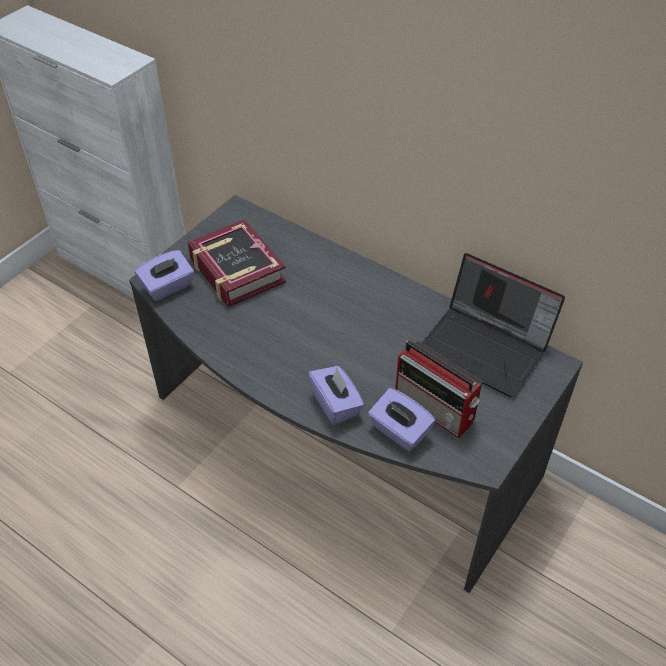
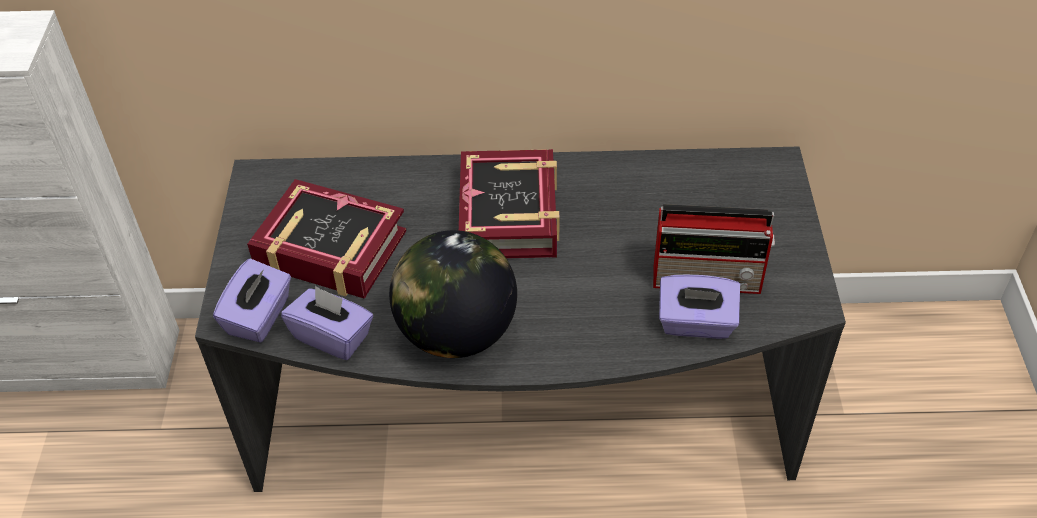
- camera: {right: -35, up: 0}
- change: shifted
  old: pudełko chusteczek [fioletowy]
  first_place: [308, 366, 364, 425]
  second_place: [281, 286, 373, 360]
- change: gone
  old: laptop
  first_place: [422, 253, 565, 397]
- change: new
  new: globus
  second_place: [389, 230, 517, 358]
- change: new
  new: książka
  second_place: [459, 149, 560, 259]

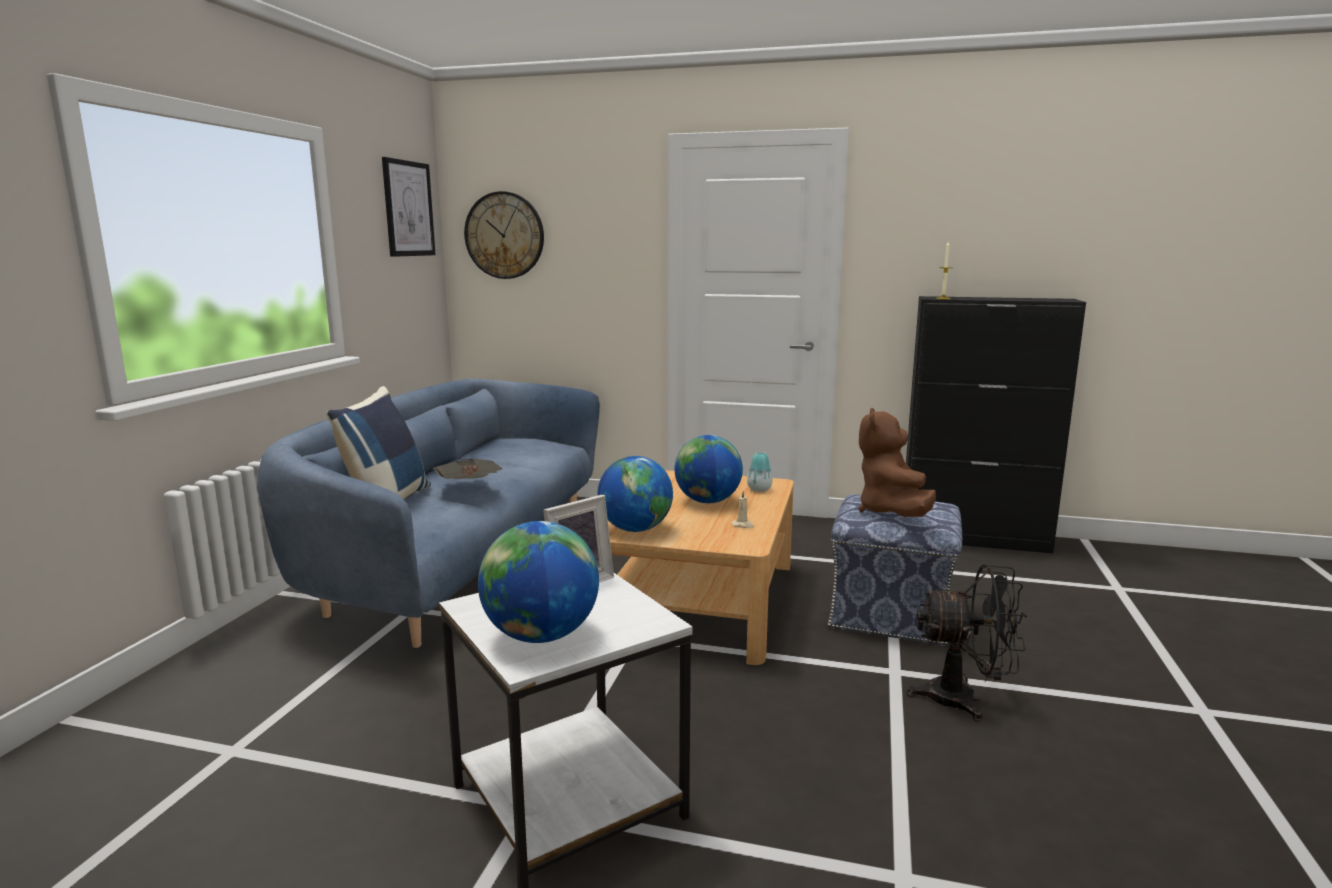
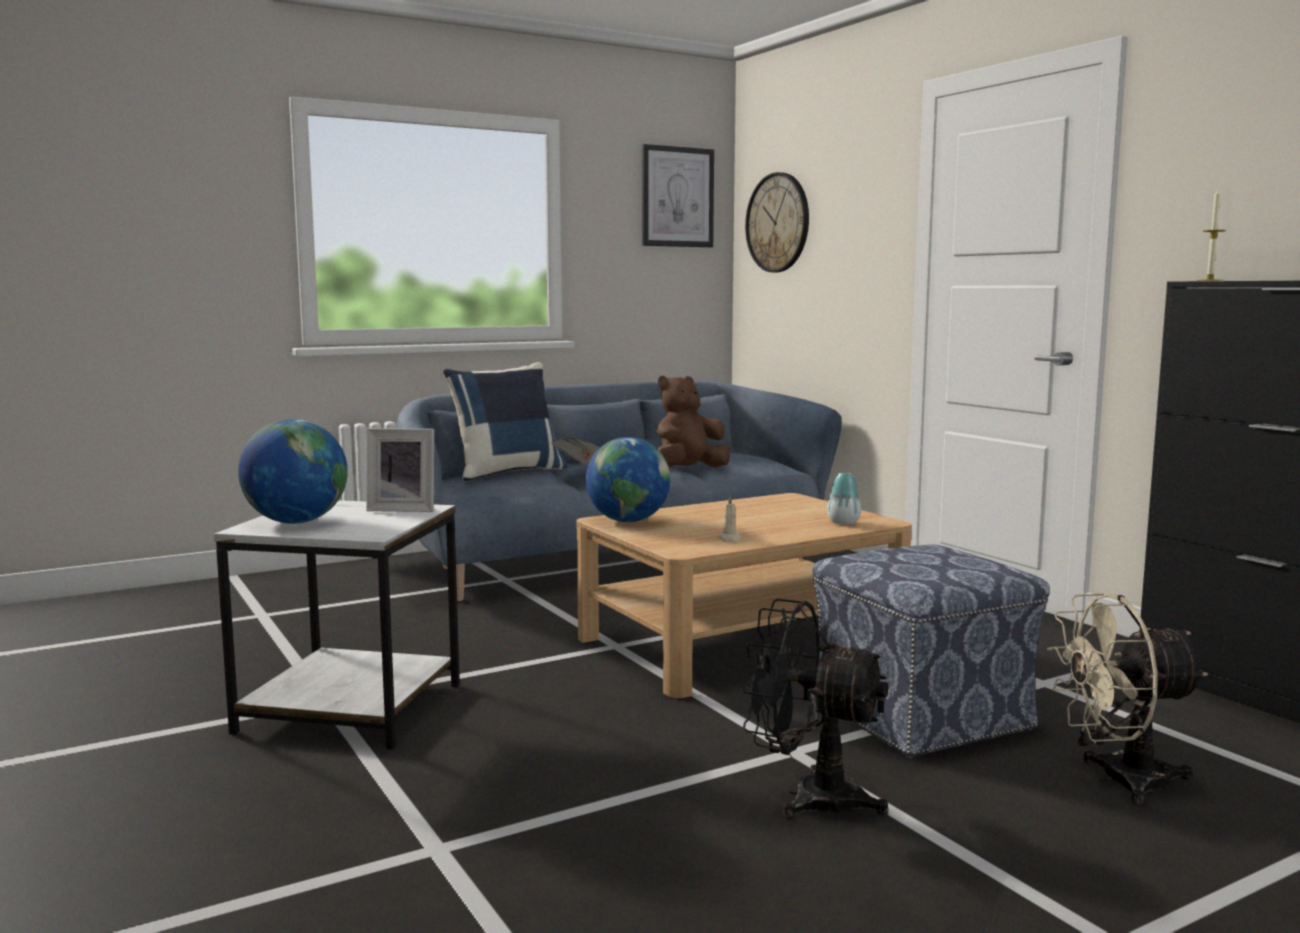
- camera: {right: 45, up: -5}
- change: gone
  old: globus
  first_place: [675, 435, 743, 503]
- change: shifted
  old: pluszak [brązowy]
  first_place: [859, 408, 936, 517]
  second_place: [657, 375, 730, 467]
- change: rotated
  old: wentylator [czarny]
  first_place: [906, 564, 1027, 722]
  second_place: [740, 599, 888, 819]
  degrees: 150
- change: new
  new: wentylator [beżowy]
  second_place: [1047, 592, 1208, 805]

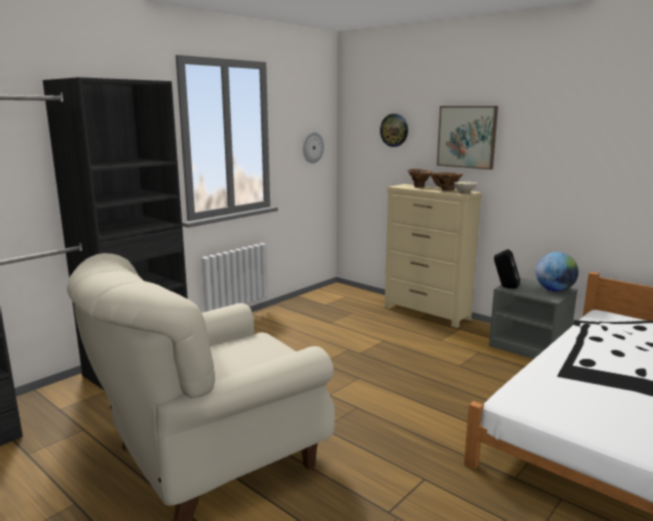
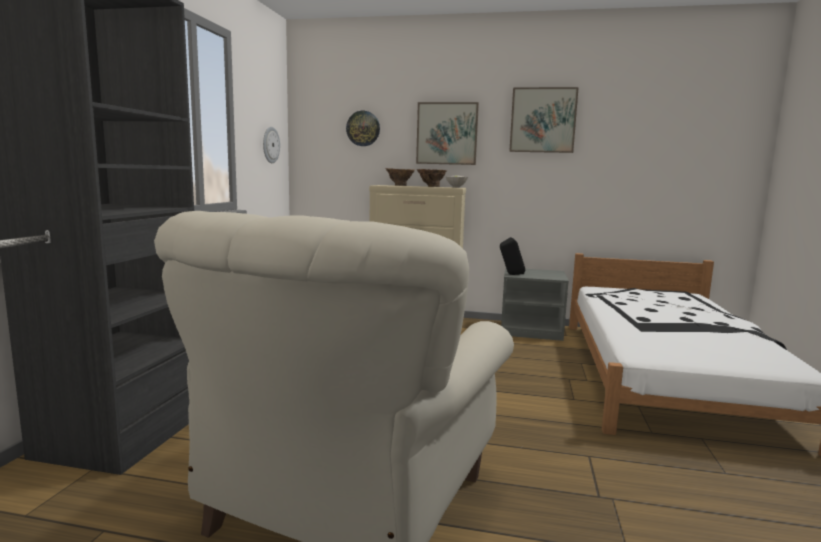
- camera: {right: -30, up: -5}
- change: gone
  old: globus
  first_place: [536, 252, 579, 292]
- change: new
  new: obraz
  second_place: [509, 87, 579, 153]

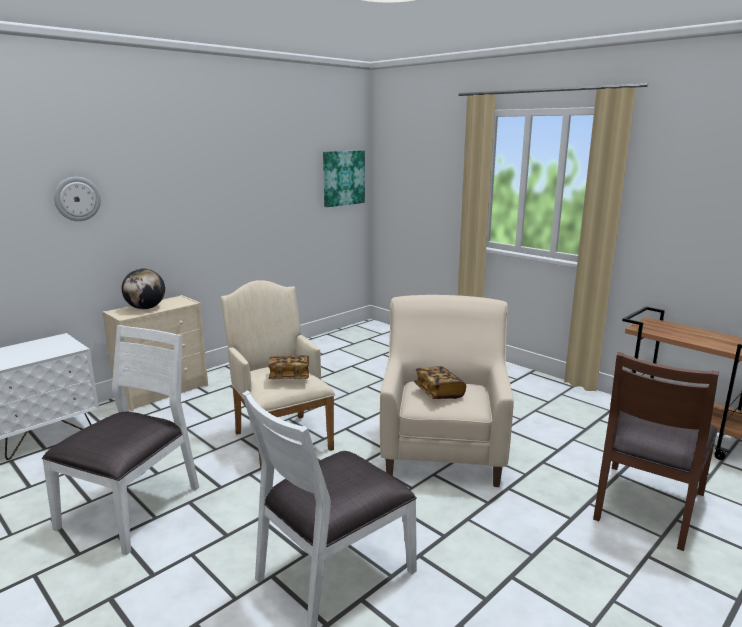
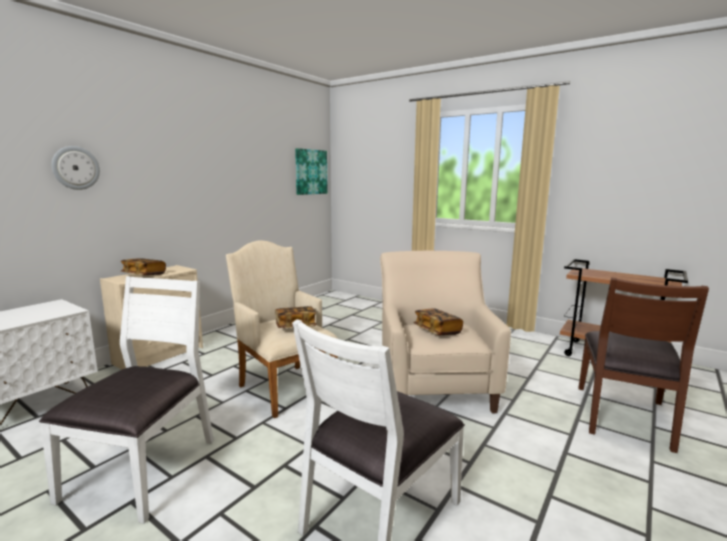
- camera: {right: -10, up: -5}
- change: swapped
  old: globus
  new: książka
  first_place: [122, 268, 165, 309]
  second_place: [121, 258, 166, 275]

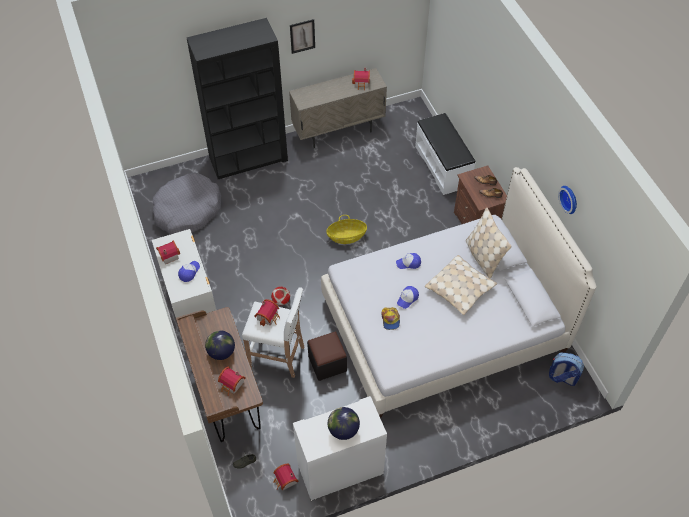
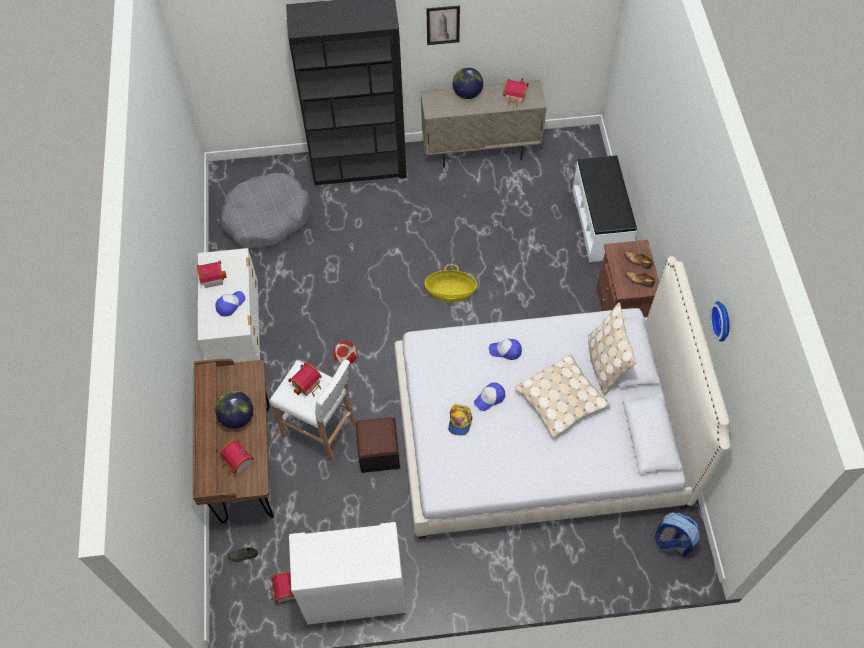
- camera: {right: 15, up: 5}
- change: shifted
  old: globus
  first_place: [328, 407, 360, 440]
  second_place: [453, 68, 483, 99]

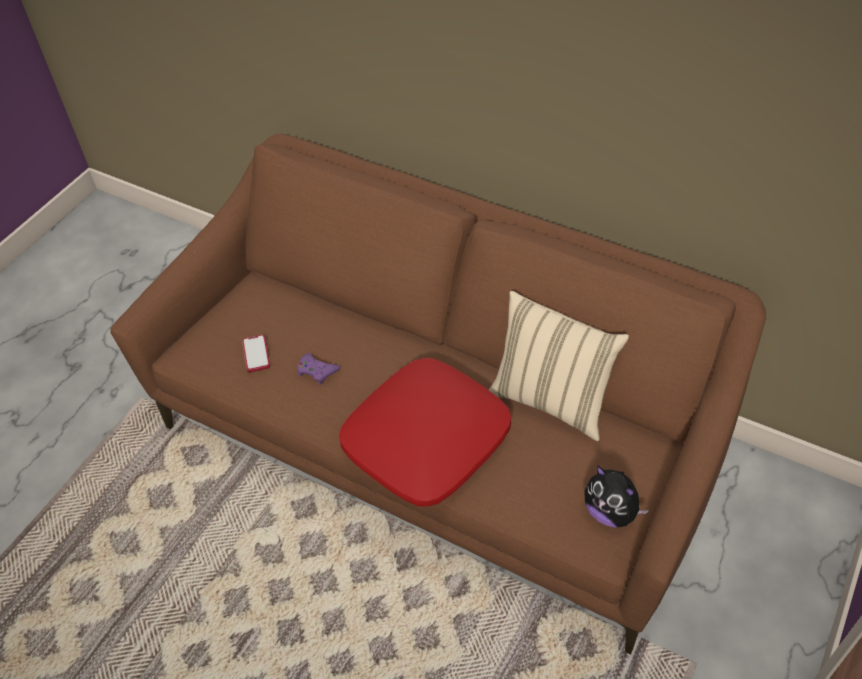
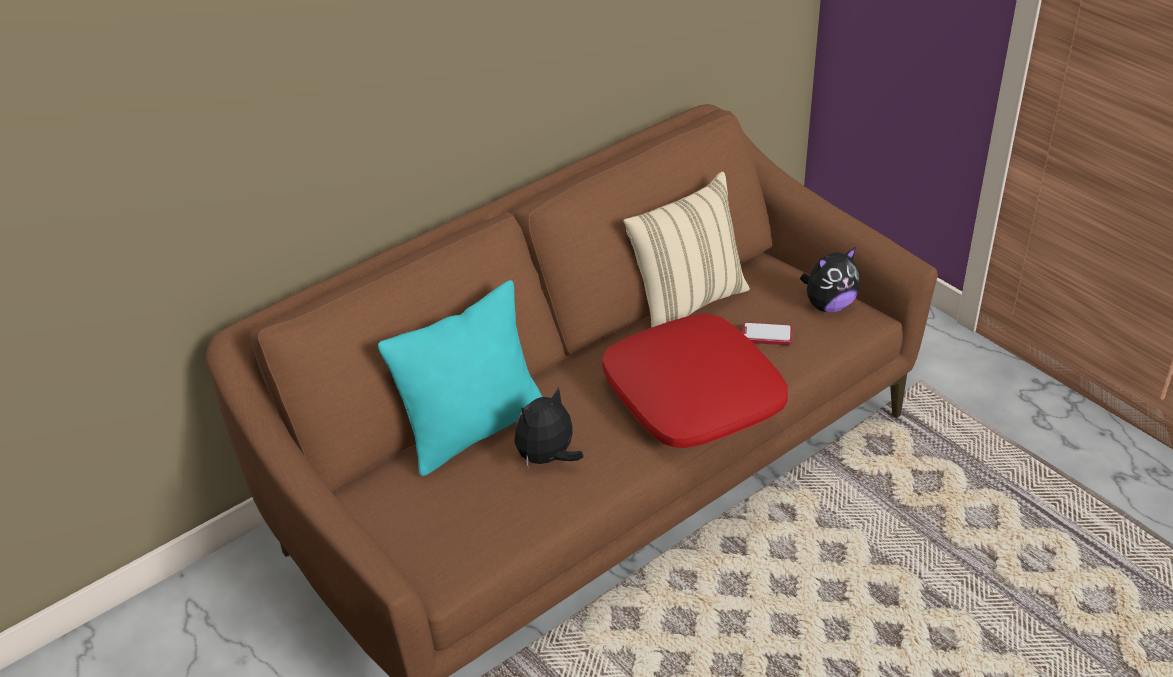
- camera: {right: -70, up: -10}
- change: shifted
  old: telefon
  first_place: [242, 335, 270, 372]
  second_place: [742, 322, 792, 345]
- change: swapped
  old: pad do gier [fioletowy]
  new: pluszak
  first_place: [297, 353, 340, 385]
  second_place: [515, 386, 583, 469]
- change: new
  new: poduszka [turkusowy]
  second_place: [378, 280, 542, 476]

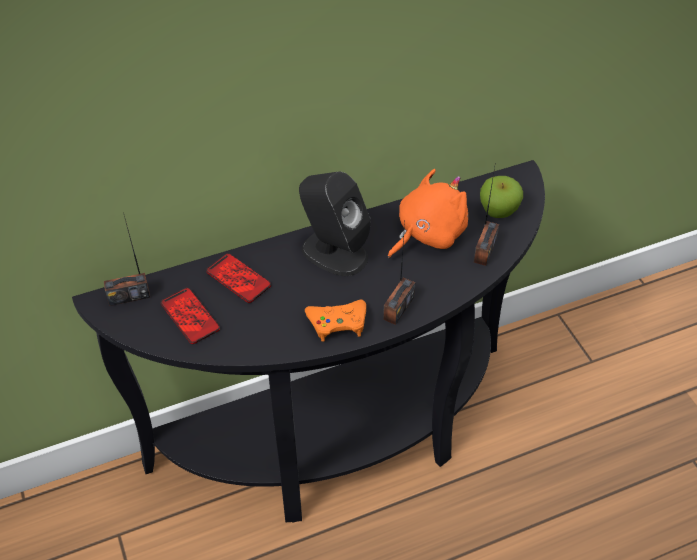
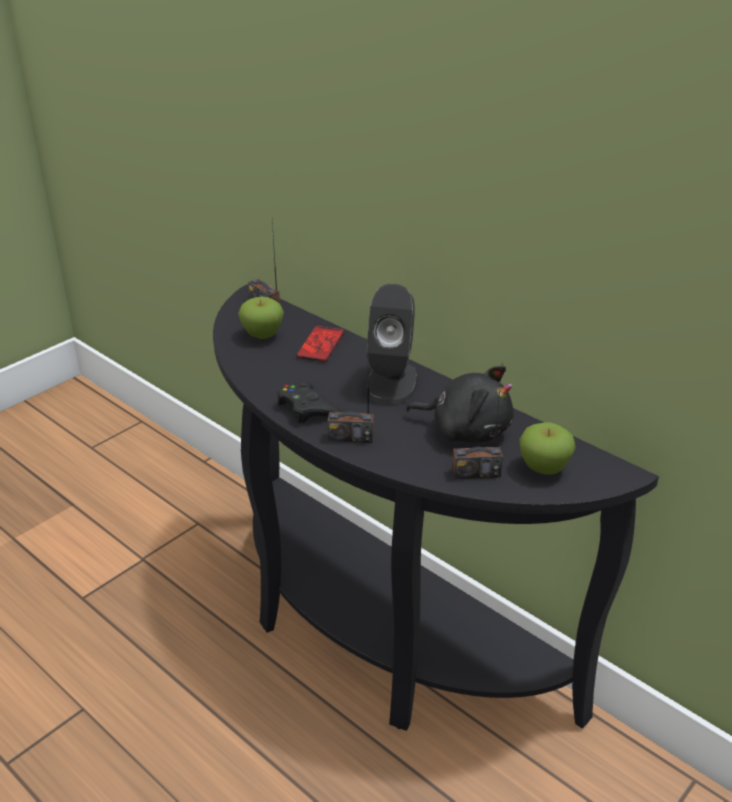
- camera: {right: 65, up: -15}
- change: swapped
  old: telefon
  new: jabłko
  first_place: [161, 288, 220, 344]
  second_place: [238, 297, 284, 339]
- change: repainted
  old: pad do gier [pomarańczowy]
  new: pad do gier [czarny]
  first_place: [305, 300, 366, 342]
  second_place: [277, 381, 343, 423]
- change: repainted
  old: pluszak [pomarańczowy]
  new: pluszak [czarny]
  first_place: [388, 169, 468, 258]
  second_place: [406, 366, 514, 443]

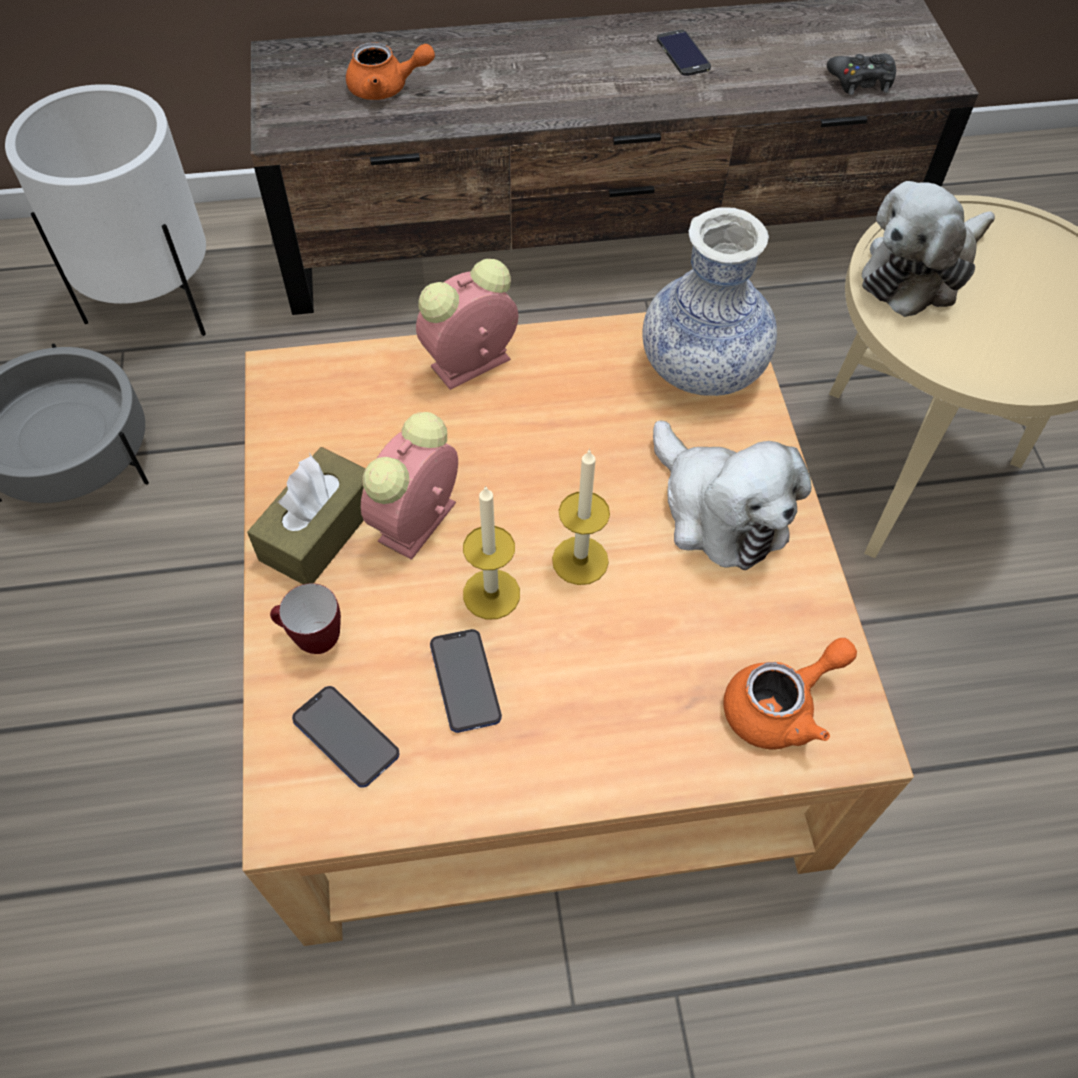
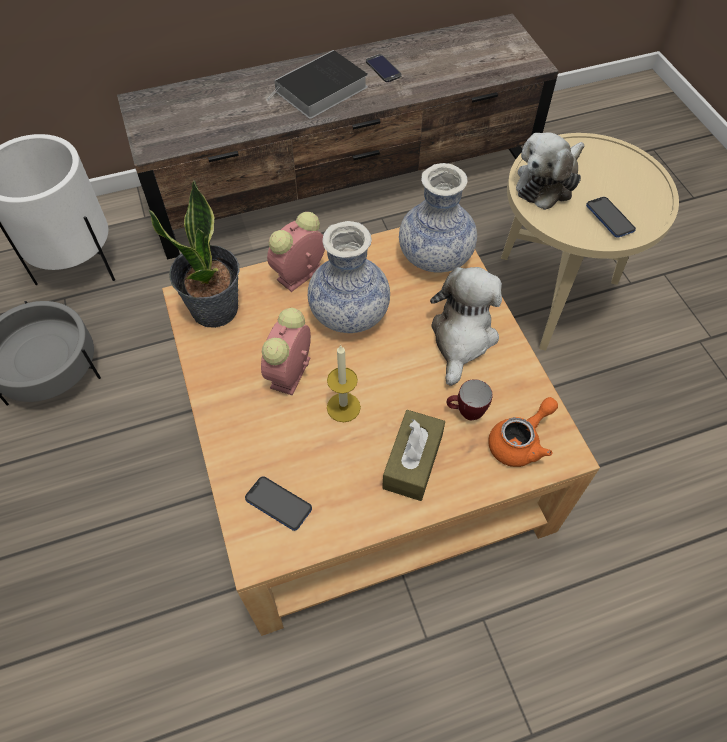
- camera: {right: -10, up: 0}
- change: shifted
  old: pudełko chusteczek [brązowy]
  first_place: [247, 447, 365, 584]
  second_place: [382, 410, 445, 501]
- change: shifted
  old: kubek
  first_place: [270, 583, 341, 654]
  second_place: [447, 379, 493, 420]
- change: gone
  old: imbryk [pomarańczowy]
  first_place: [346, 42, 435, 100]
- change: shifted
  old: telefon
  first_place: [430, 629, 502, 733]
  second_place: [586, 197, 636, 238]
- change: gone
  old: świeca
  first_place: [552, 448, 610, 585]
- change: rotated
  old: pluszak
  first_place: [653, 421, 811, 570]
  second_place: [430, 267, 502, 386]
  degrees: -120
- change: gone
  old: pad do gier [czarny]
  first_place: [827, 54, 896, 95]
- change: new
  new: roślina doniczkowa
  second_place: [149, 180, 239, 328]
- change: new
  new: książka
  second_place: [266, 50, 368, 119]
- change: new
  new: wazon
  second_place: [308, 221, 390, 333]

